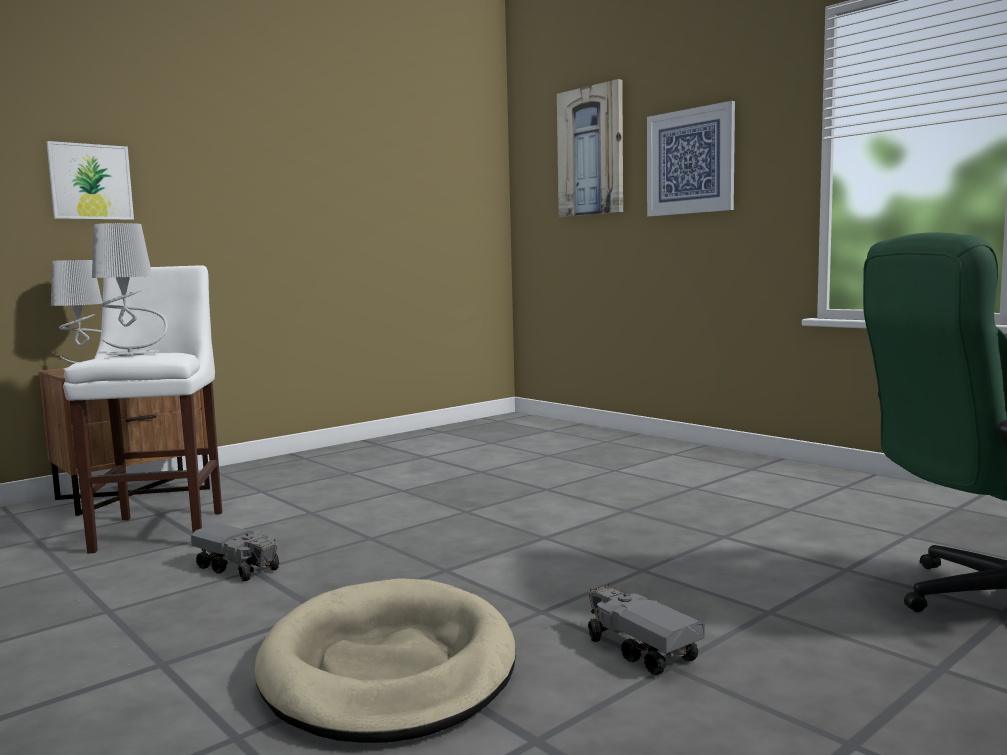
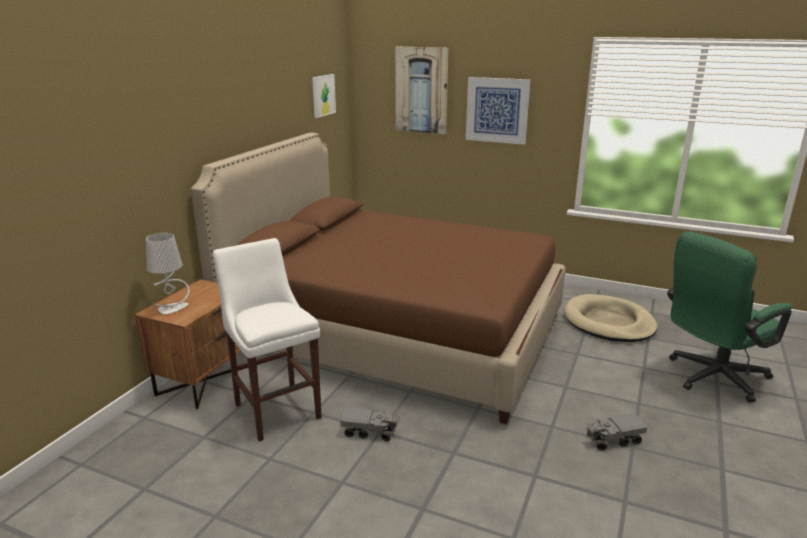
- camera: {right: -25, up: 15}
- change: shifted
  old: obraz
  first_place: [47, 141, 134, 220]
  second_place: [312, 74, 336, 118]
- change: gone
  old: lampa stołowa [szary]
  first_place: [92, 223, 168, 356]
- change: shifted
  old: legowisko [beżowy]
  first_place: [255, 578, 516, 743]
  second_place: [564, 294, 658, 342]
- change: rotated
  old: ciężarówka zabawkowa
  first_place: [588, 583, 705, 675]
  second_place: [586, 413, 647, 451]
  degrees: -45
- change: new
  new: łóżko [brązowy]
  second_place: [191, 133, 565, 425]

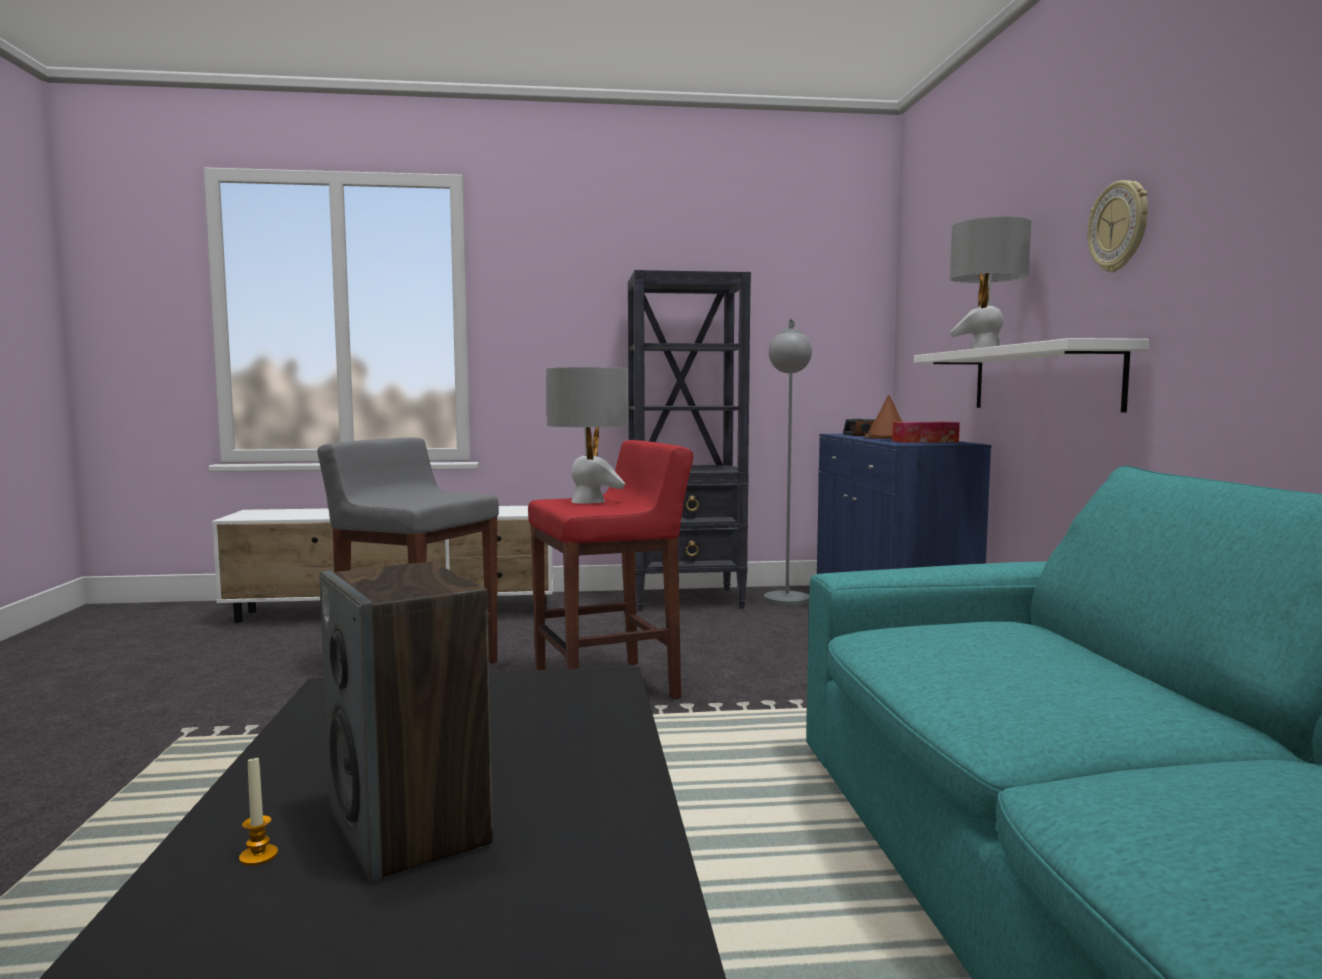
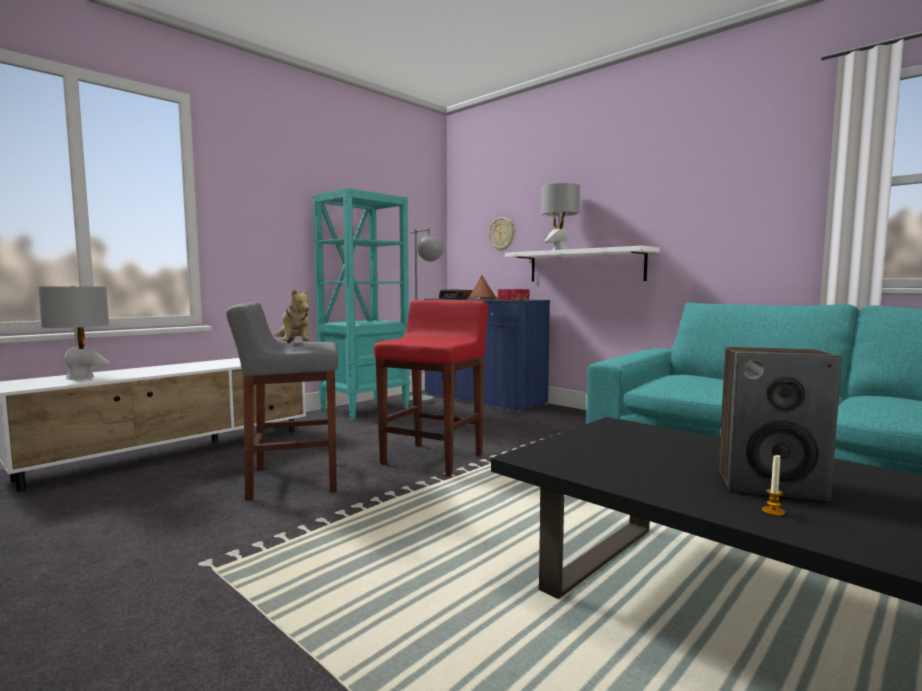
- camera: {right: -40, up: 0}
- change: shifted
  old: lampa stołowa [szary]
  first_place: [546, 367, 628, 504]
  second_place: [38, 285, 110, 380]
- change: repainted
  old: regał [czarny]
  new: regał [turkusowy]
  first_place: [628, 270, 751, 612]
  second_place: [313, 188, 410, 420]
- change: shifted
  old: zegar ścienny
  first_place: [1088, 180, 1148, 272]
  second_place: [489, 217, 515, 251]
- change: new
  new: pluszak
  second_place: [274, 288, 310, 343]

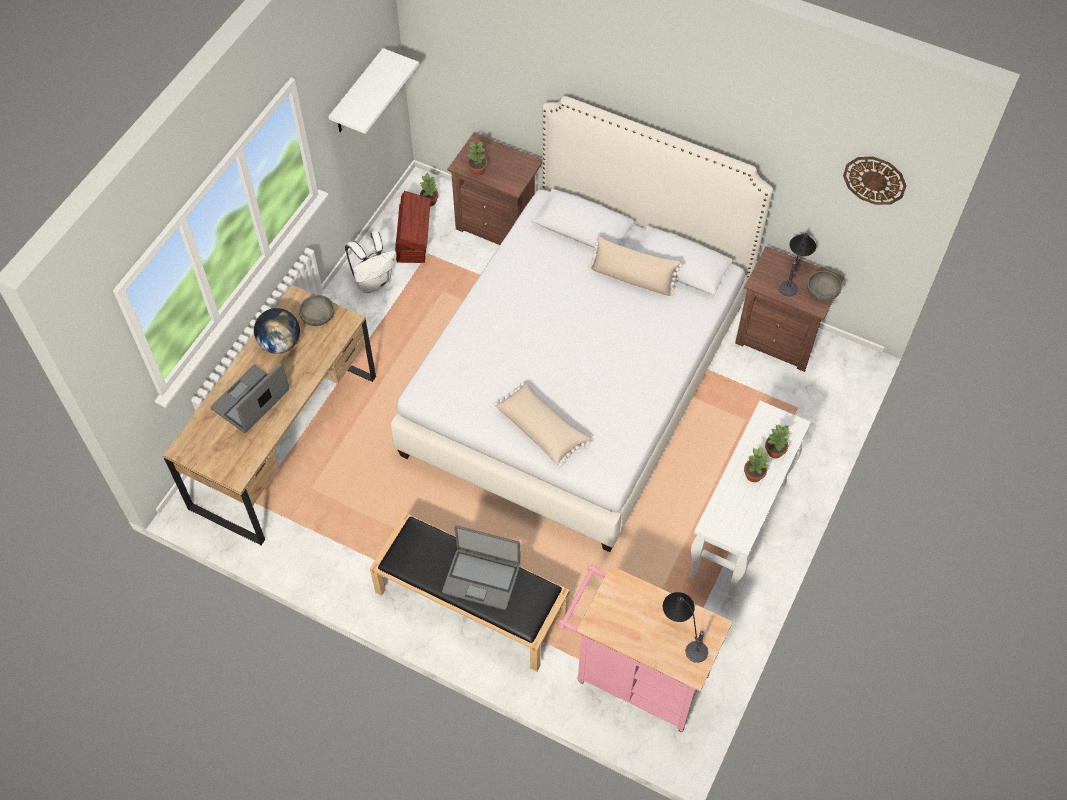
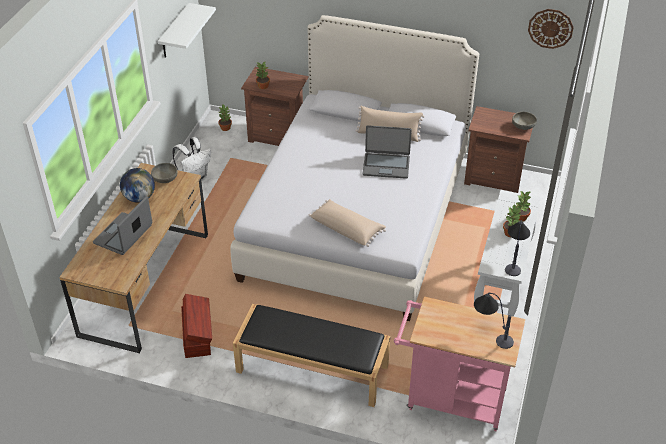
- camera: {right: -10, up: -15}
- change: shifted
  old: pojemnik do przechowywania [brązowy]
  first_place: [395, 191, 431, 263]
  second_place: [181, 294, 212, 358]
- change: shifted
  old: laptop
  first_place: [442, 525, 520, 610]
  second_place: [363, 125, 412, 179]
- change: shifted
  old: lampa stołowa
  first_place: [779, 233, 816, 296]
  second_place: [505, 220, 530, 276]

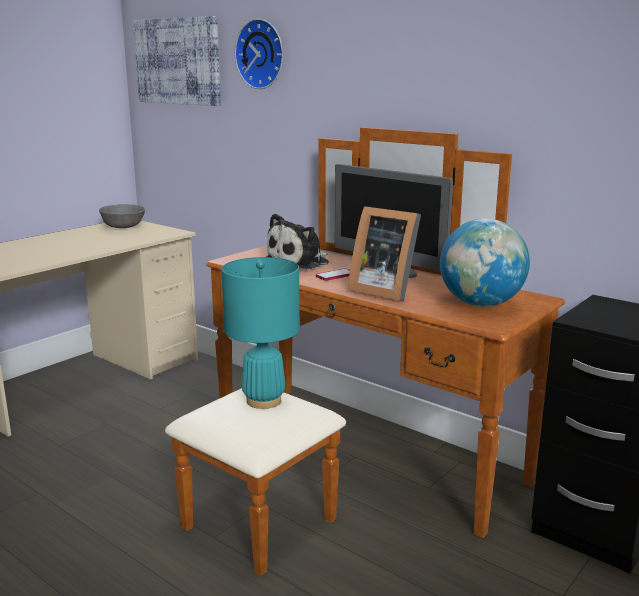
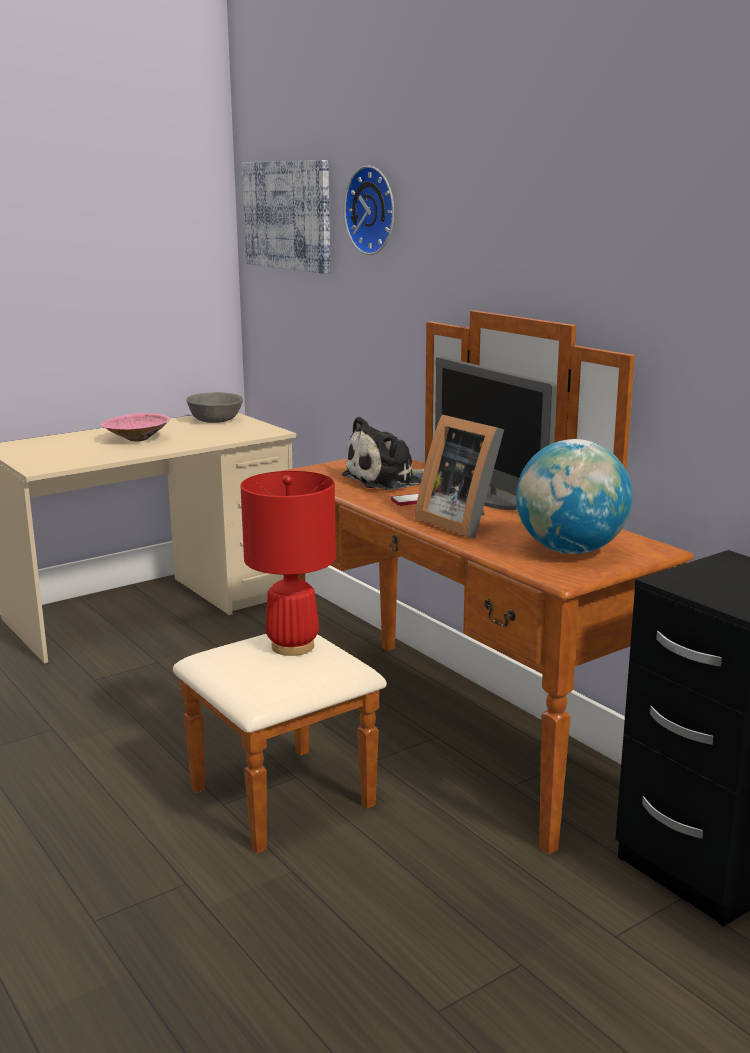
- camera: {right: 15, up: 0}
- change: repainted
  old: lampa stołowa [turkusowy]
  new: lampa stołowa [czerwony]
  first_place: [221, 257, 300, 409]
  second_place: [240, 471, 336, 656]
- change: new
  new: miska [różowy]
  second_place: [101, 413, 170, 441]

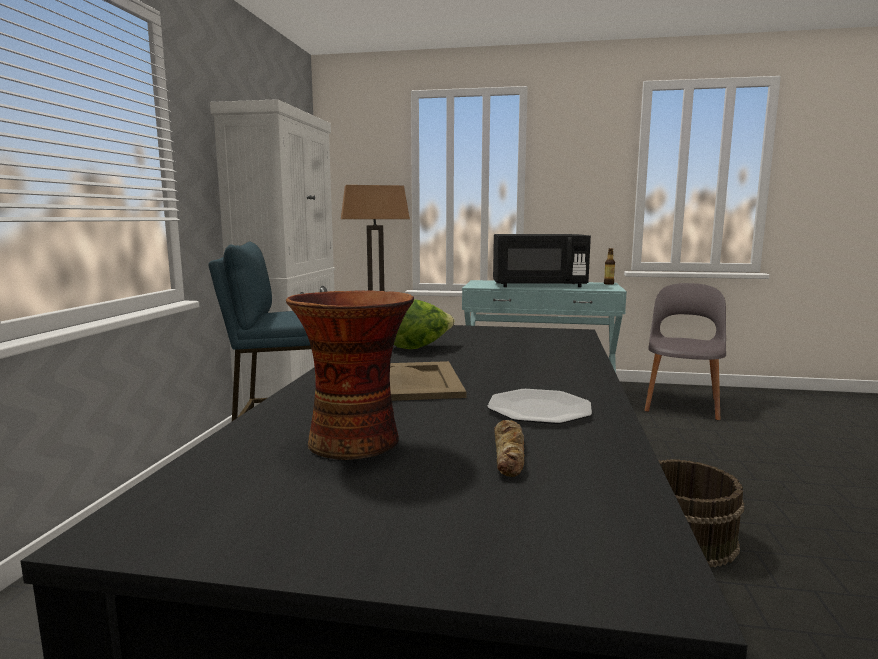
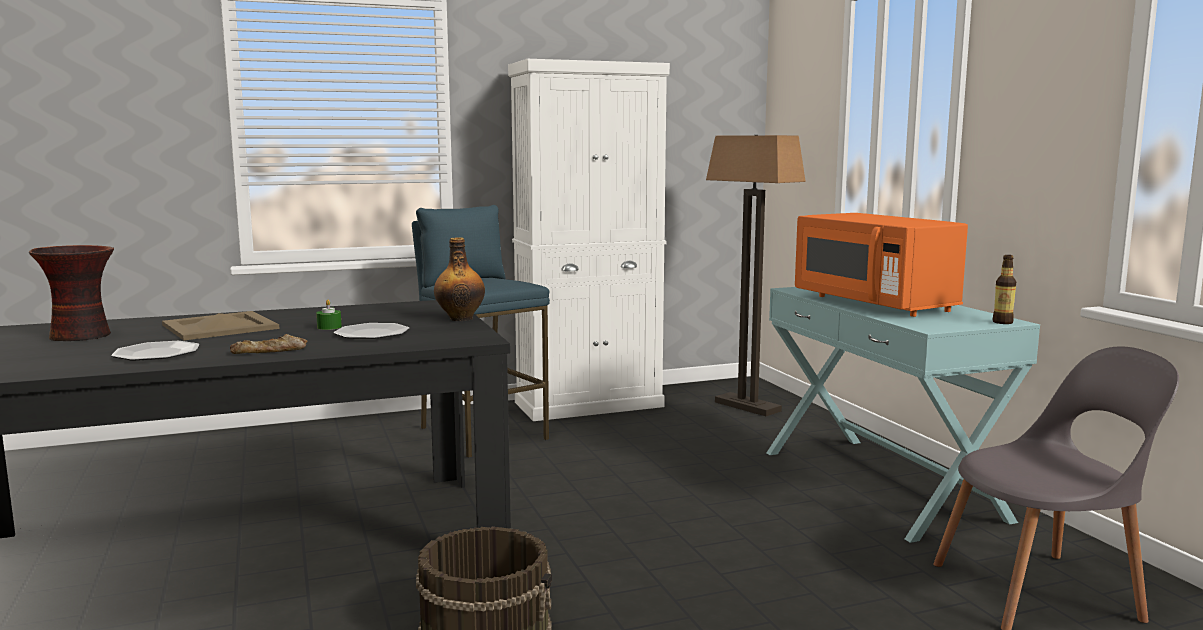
- camera: {right: 60, up: 0}
- change: gone
  old: sałata
  first_place: [394, 299, 455, 349]
- change: repainted
  old: mikrofalówka [czarny]
  new: mikrofalówka [pomarańczowy]
  first_place: [493, 234, 591, 287]
  second_place: [795, 213, 968, 317]
- change: shifted
  old: chleb
  first_place: [494, 420, 524, 477]
  second_place: [230, 334, 307, 354]
- change: new
  new: świeca [zielony]
  second_place: [316, 300, 342, 330]
- change: new
  new: talerz
  second_place: [334, 323, 410, 339]
- change: new
  new: butelka
  second_place: [434, 237, 485, 321]

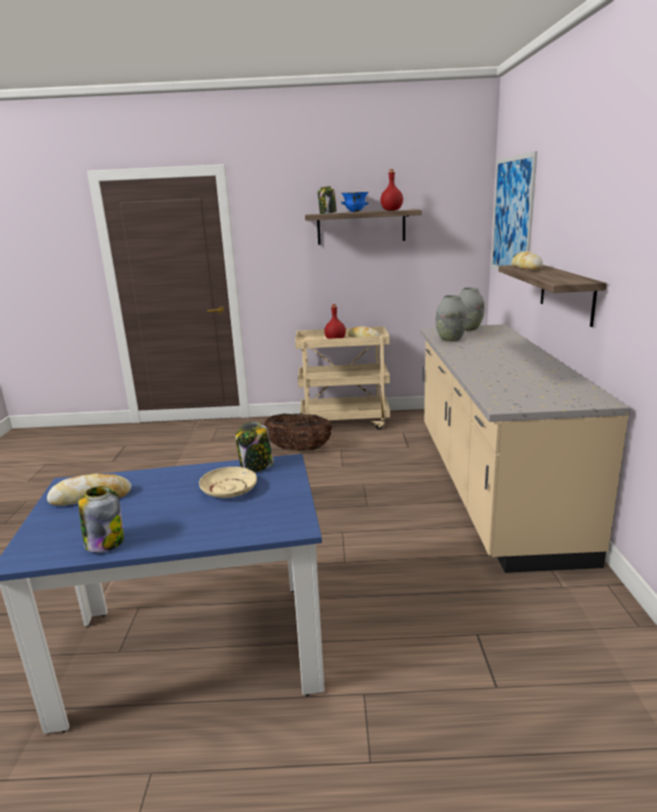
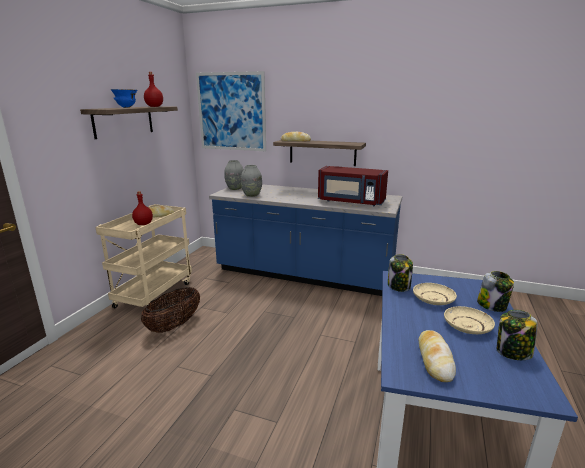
- camera: {right: -70, up: 0}
- change: shifted
  old: słoik
  first_place: [318, 186, 337, 214]
  second_place: [477, 271, 514, 312]
- change: repainted
  old: zabudowa kuchenna [beżowy]
  new: zabudowa kuchenna [niebieski]
  first_place: [420, 324, 630, 573]
  second_place: [209, 184, 402, 296]
- change: new
  new: mikrofalówka [czerwony]
  second_place: [318, 166, 388, 206]
- change: new
  new: talerz [beżowy]
  second_place: [444, 306, 495, 334]

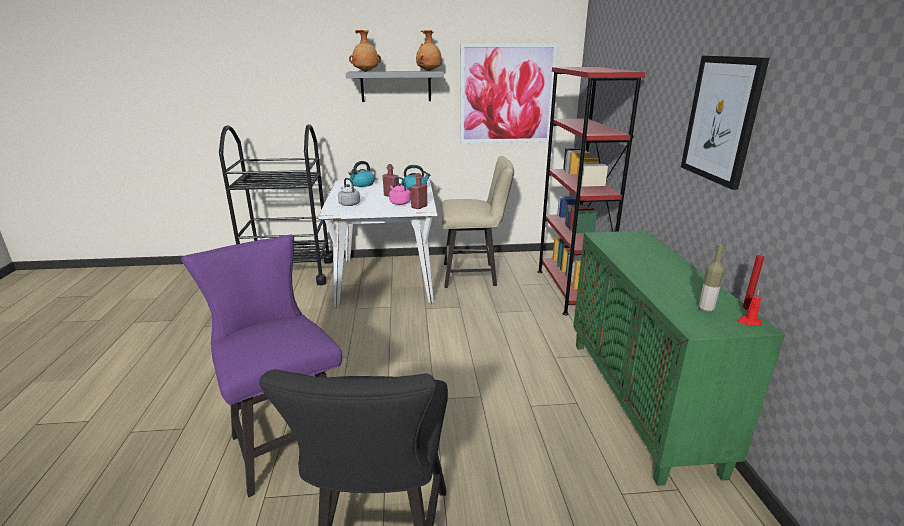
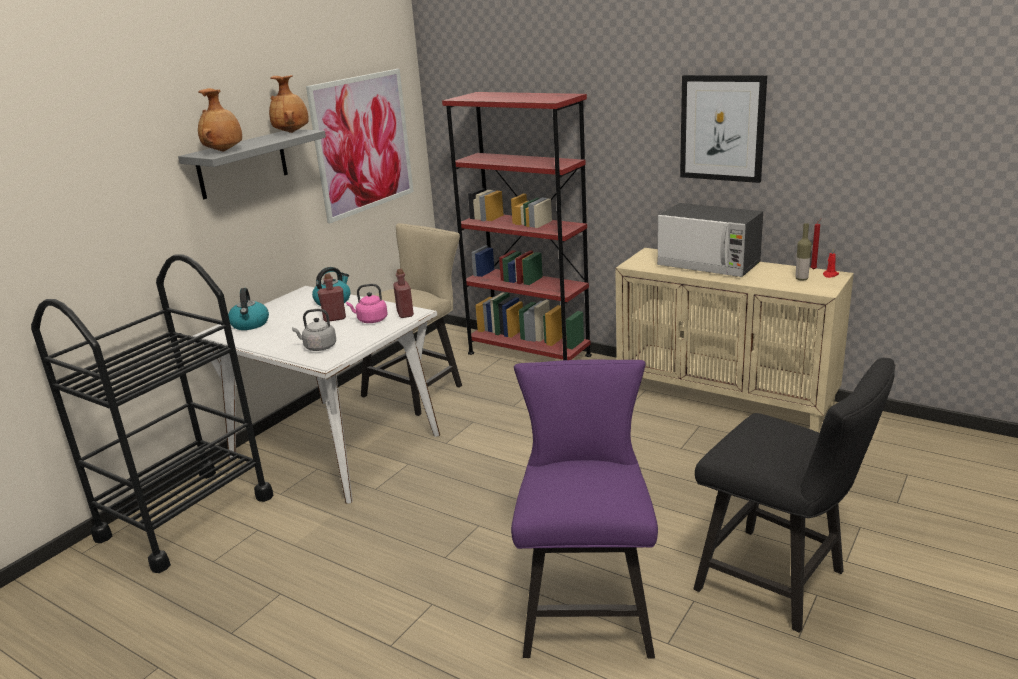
- camera: {right: -50, up: 0}
- change: rotated
  old: krzesło [fioletowy]
  first_place: [181, 235, 342, 497]
  second_place: [511, 360, 658, 658]
  degrees: 90
- change: repainted
  old: szafka [zielony]
  new: szafka [beżowy]
  first_place: [573, 231, 785, 486]
  second_place: [615, 248, 854, 432]
- change: new
  new: mikrofalówka
  second_place: [657, 203, 763, 277]

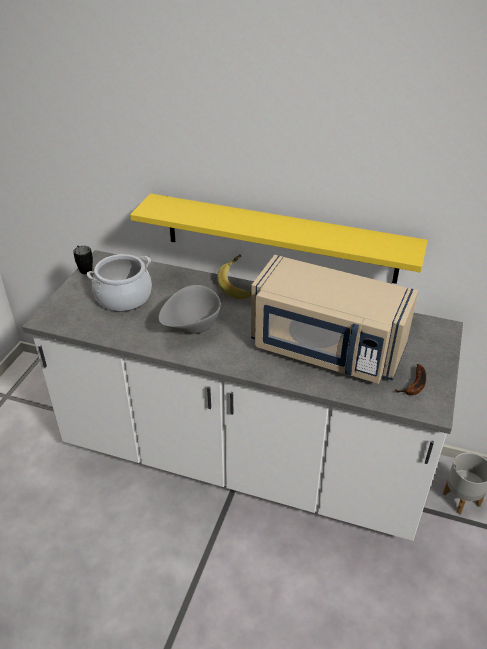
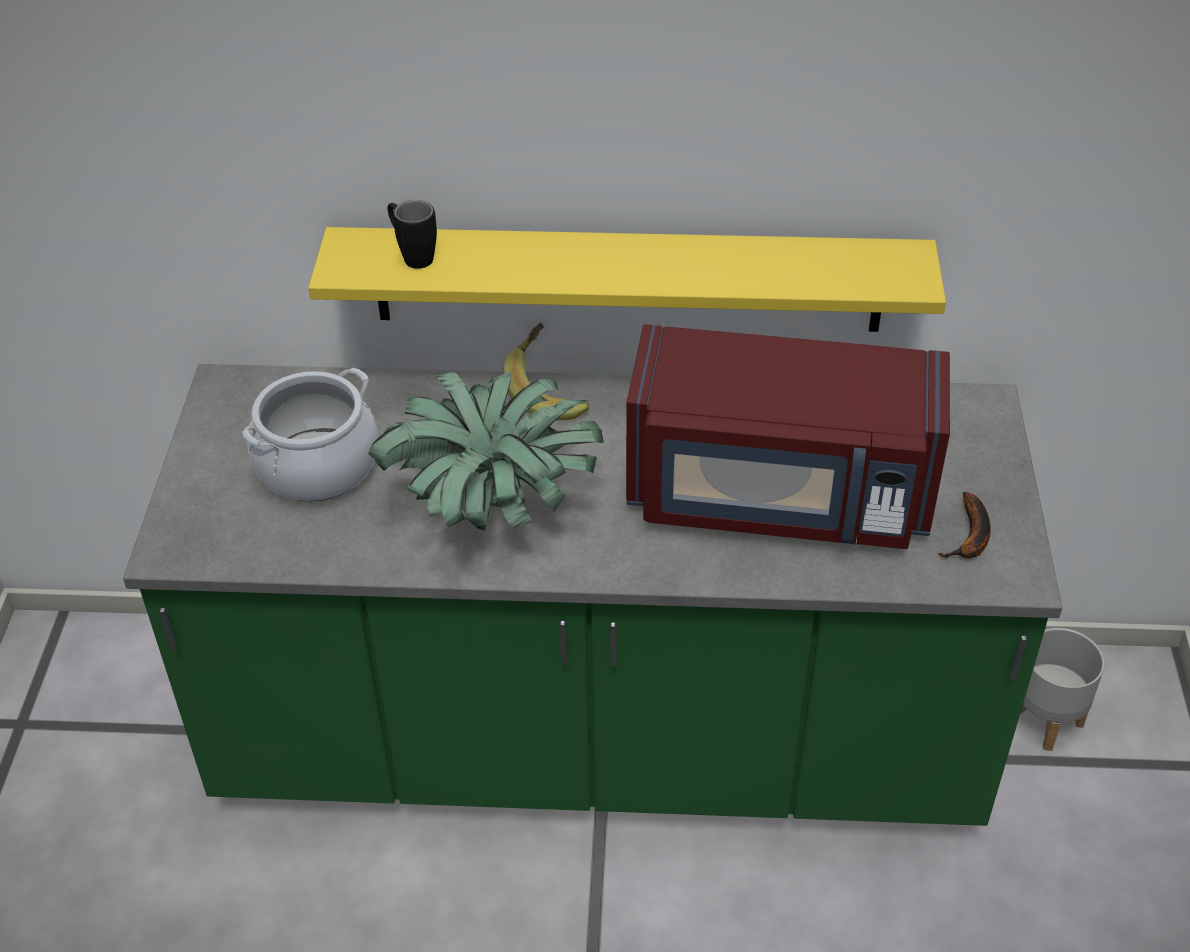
- camera: {right: -15, up: 5}
- change: repainted
  old: zabudowa kuchenna [biały]
  new: zabudowa kuchenna [zielony]
  first_place: [22, 250, 463, 541]
  second_place: [123, 364, 1062, 826]
- change: shifted
  old: kubek [czarny]
  first_place: [73, 246, 93, 274]
  second_place: [388, 200, 437, 269]
- change: swapped
  old: miska [szary]
  new: roślina doniczkowa
  first_place: [159, 285, 221, 334]
  second_place: [368, 371, 604, 531]
- change: repainted
  old: mikrofalówka [beżowy]
  new: mikrofalówka [czerwony]
  first_place: [251, 255, 418, 384]
  second_place: [626, 324, 950, 549]

